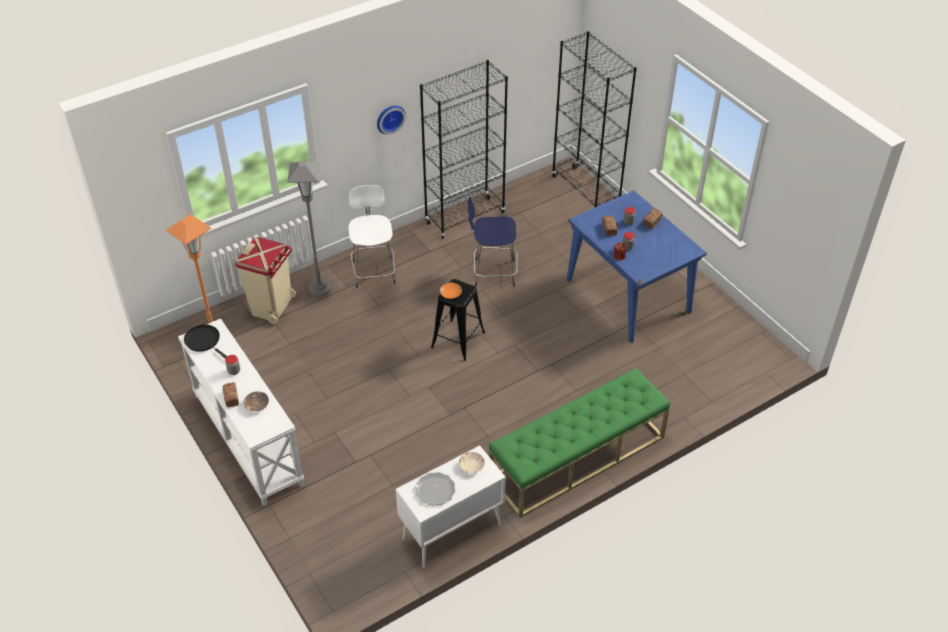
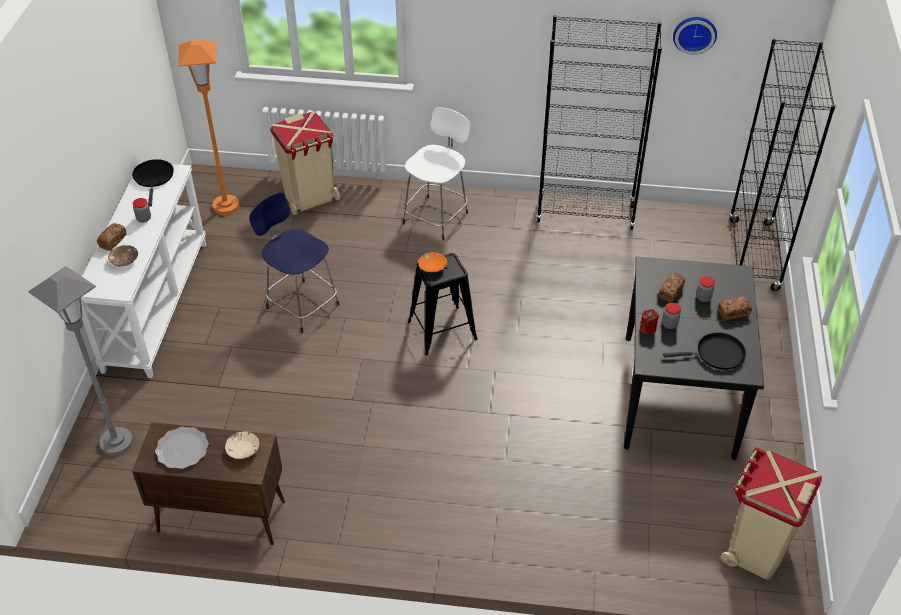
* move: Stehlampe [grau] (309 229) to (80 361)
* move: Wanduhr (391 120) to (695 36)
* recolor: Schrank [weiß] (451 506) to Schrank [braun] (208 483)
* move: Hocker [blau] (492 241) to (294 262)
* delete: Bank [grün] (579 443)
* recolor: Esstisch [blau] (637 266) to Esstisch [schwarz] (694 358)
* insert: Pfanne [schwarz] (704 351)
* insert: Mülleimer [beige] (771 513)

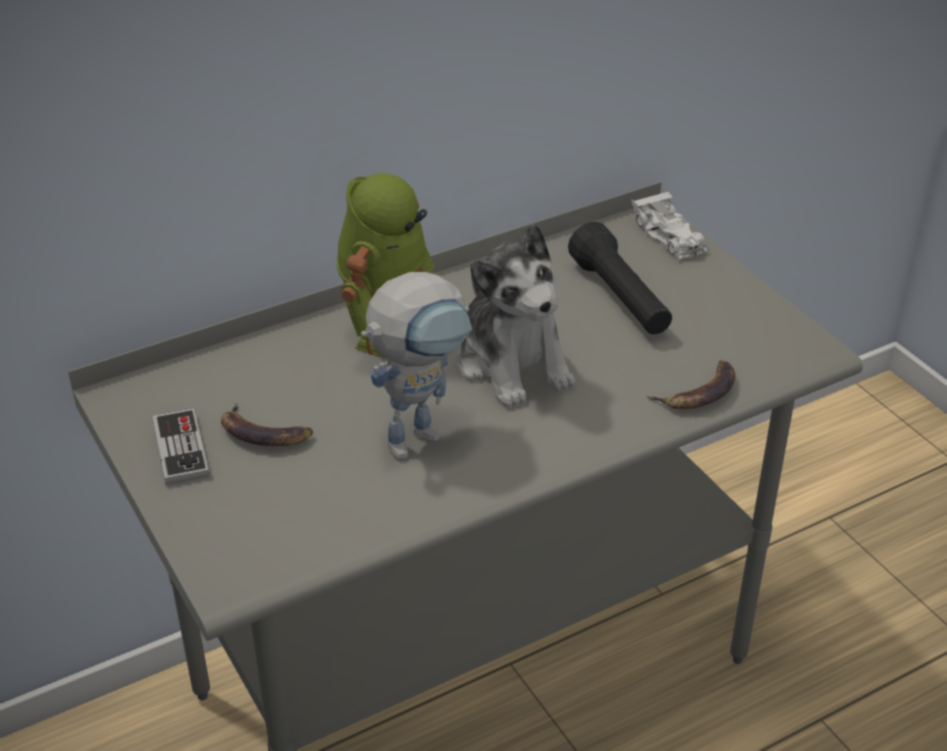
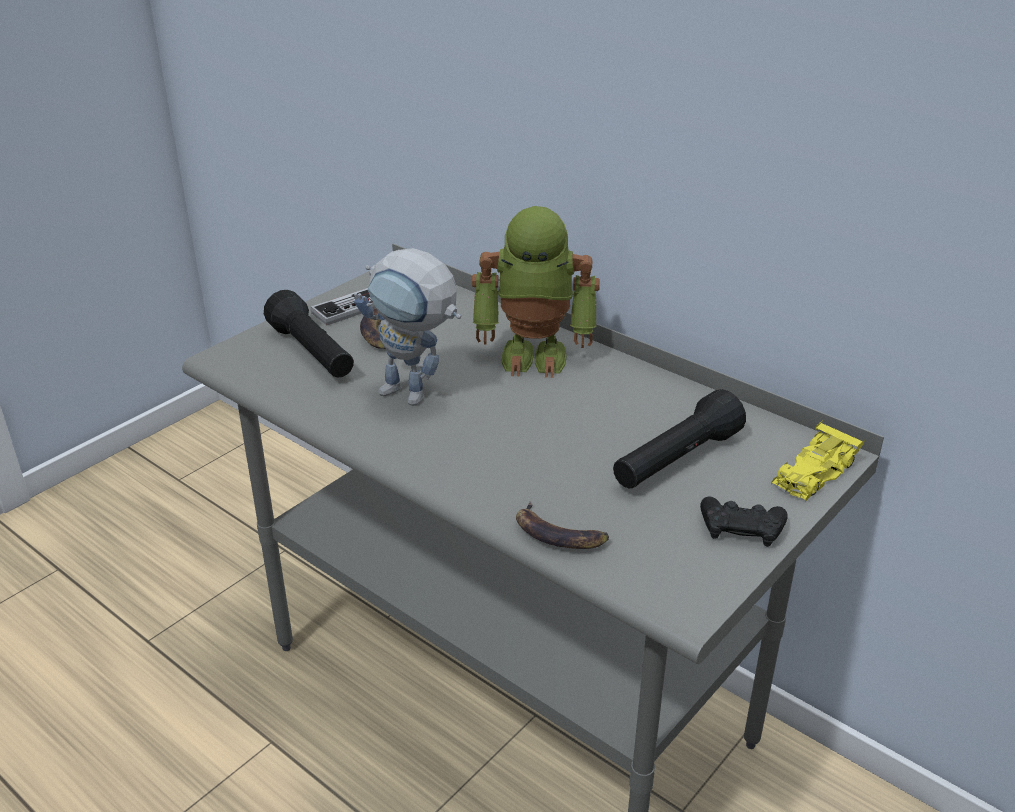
* delete: Plüschtier (516 316)
* recolor: Spielzeugauto [weiß] (670 225) to Spielzeugauto [gelb] (818 461)
* insert: Taschenlampe [schwarz] (309 334)
* insert: Gamepad [schwarz] (744 521)

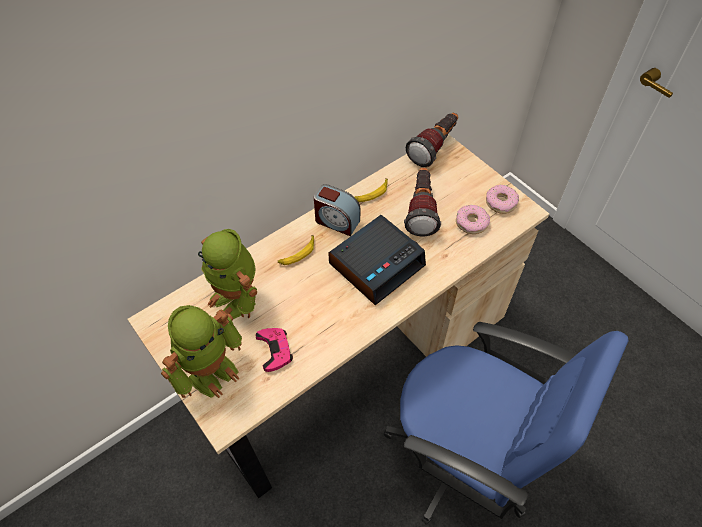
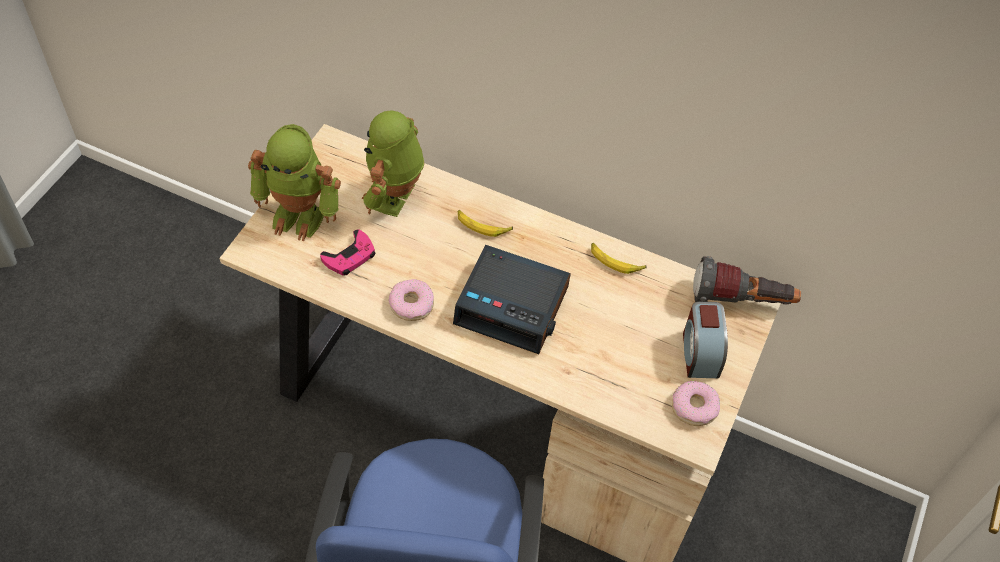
* move: Wecker (337 210) to (705 340)
* delete: Taschenlampe (422 202)
* move: Donut (473 219) to (411 300)

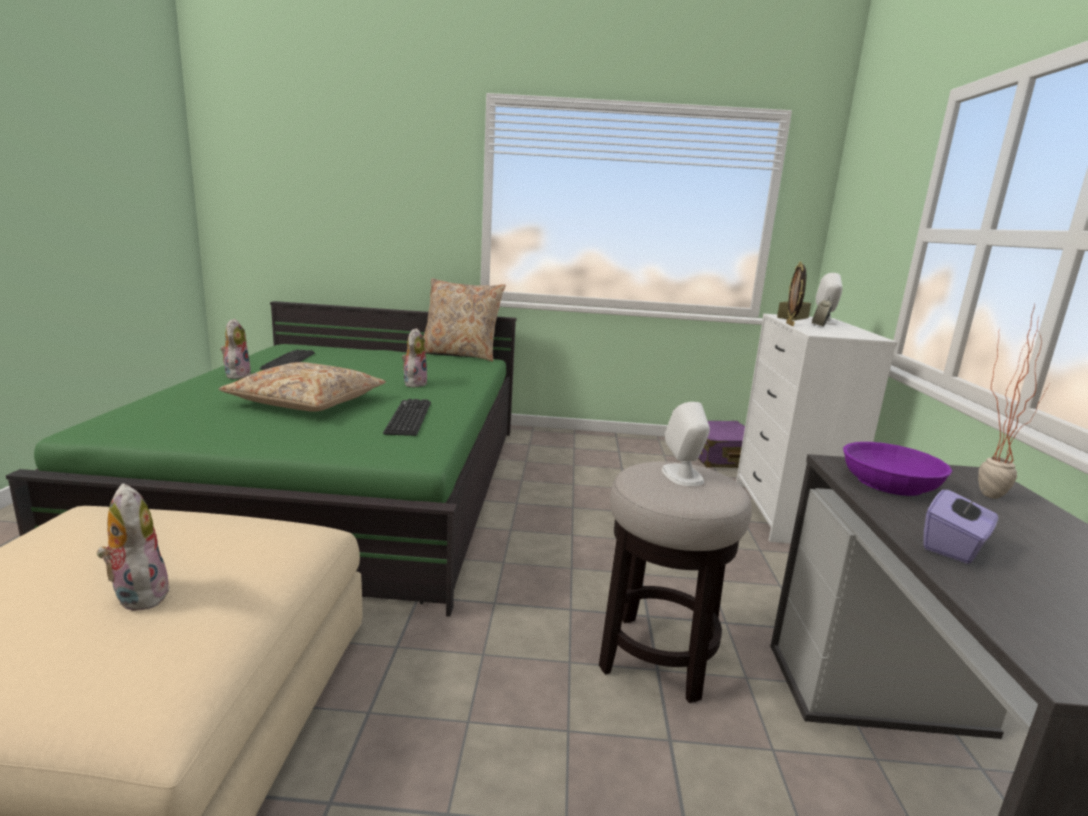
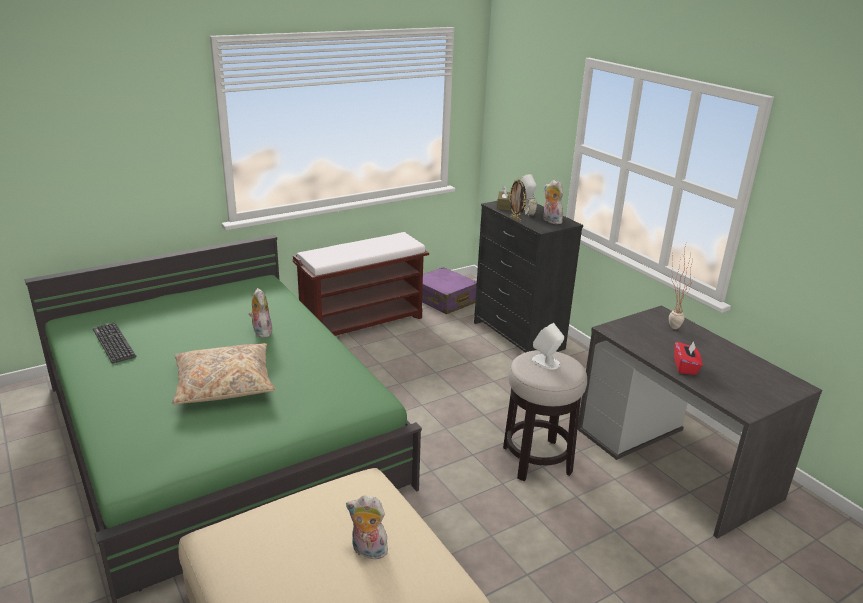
* move: Plüschtier (235 349) to (553 202)
* delete: Tastatur (407 417)
* delete: Kissen [beige] (465 319)
* recolor: Kommode [weiß] (816 429) to Kommode [schwarz] (528 277)
* delete: Schüssel [lila] (897 469)
* recolor: Taschentuchbox [lila] (961 527) to Taschentuchbox [rot] (688 358)
* insert: Bank [braun] (361 284)

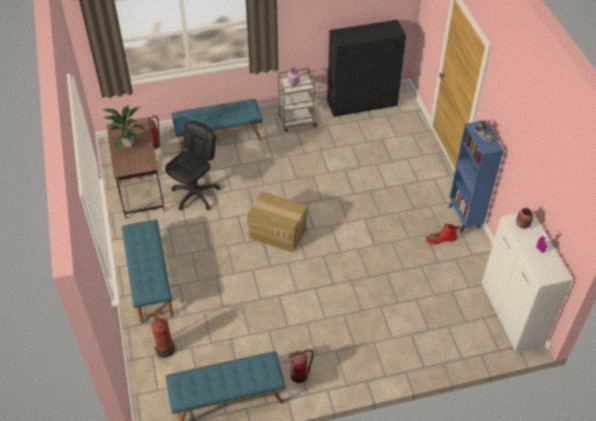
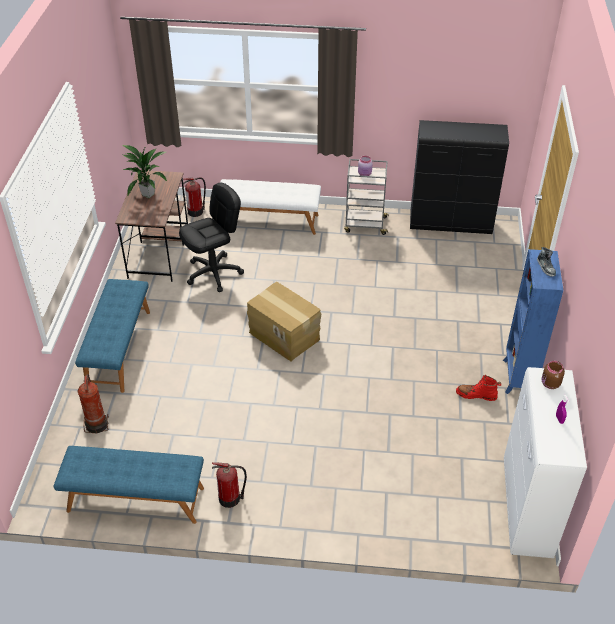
* recolor: Bank [blau] (217 126) to Bank [weiß] (270 207)

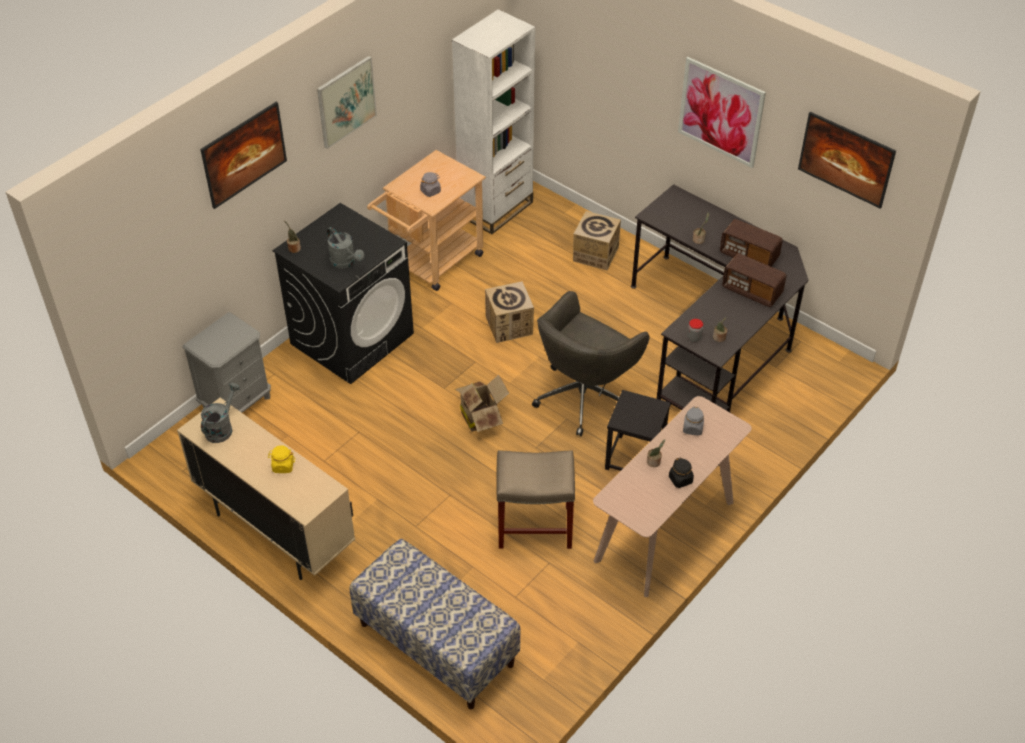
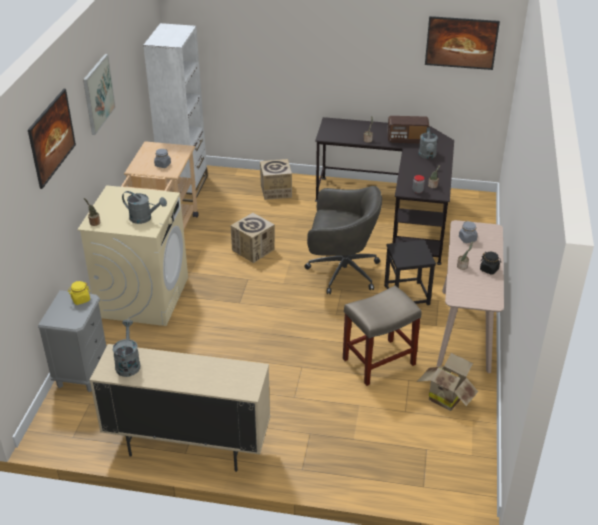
* move: Vorratsglas [gelb] (281 459) to (79 293)
* recolor: Waschmaschine [schwarz] (343 293) to Waschmaschine [beige] (132 255)
* delete: Bank (435 624)
* move: Karton (482 403) to (447 382)
* rotate: Bürostuhl [grau] (591 363) = (343 240) 90 degrees counterclockwise
* delete: Bild (722 112)
* replace: Radio (754 280) to Gießkanne [grau] (428 143)

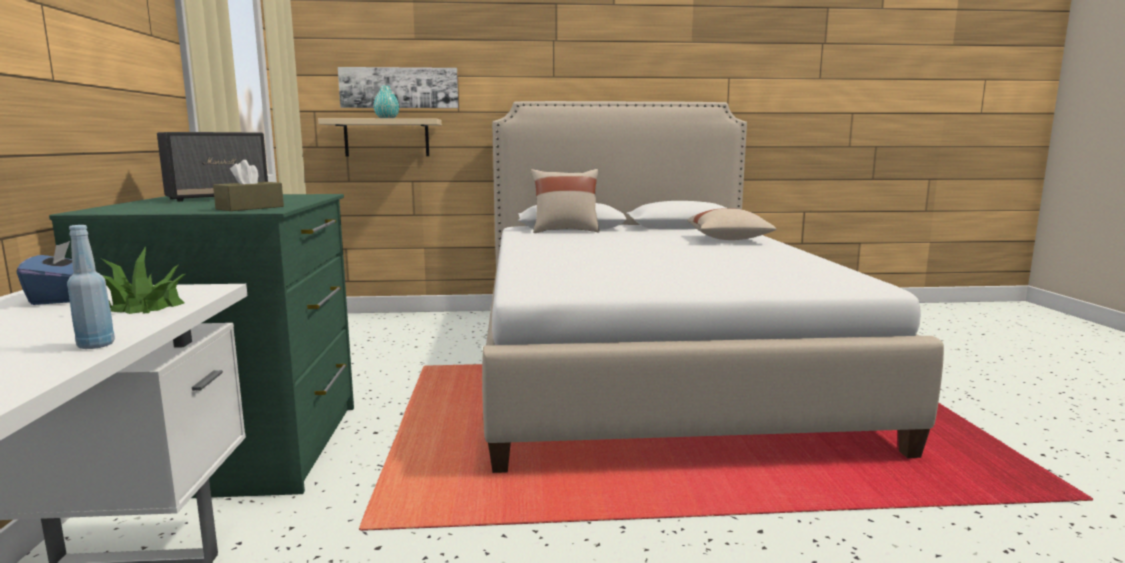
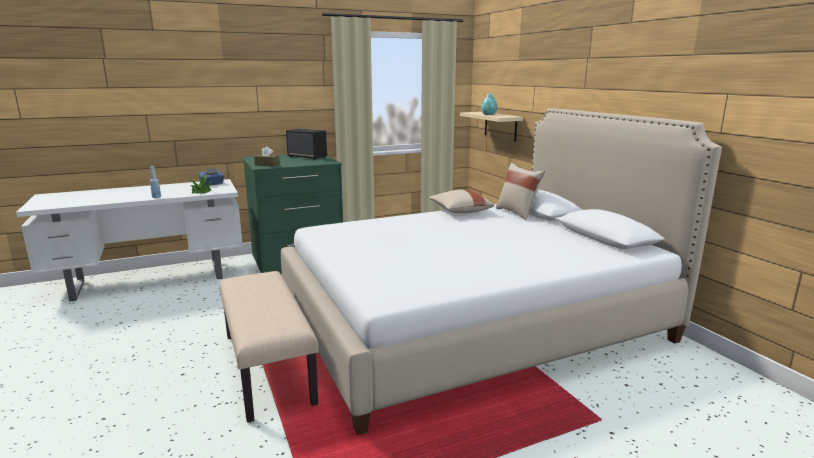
* delete: Bild (398 87)
* move: Kissen [beige] (732 224) to (461 201)
* insert: Bank [beige] (269 347)

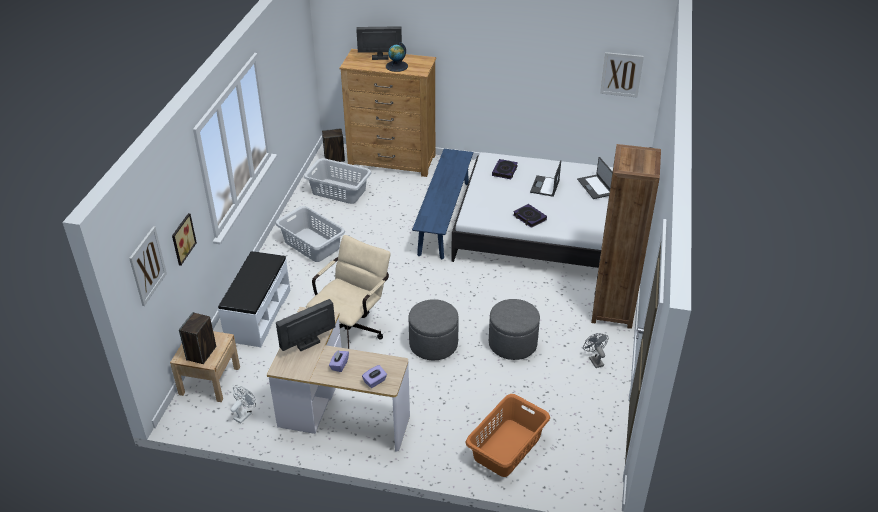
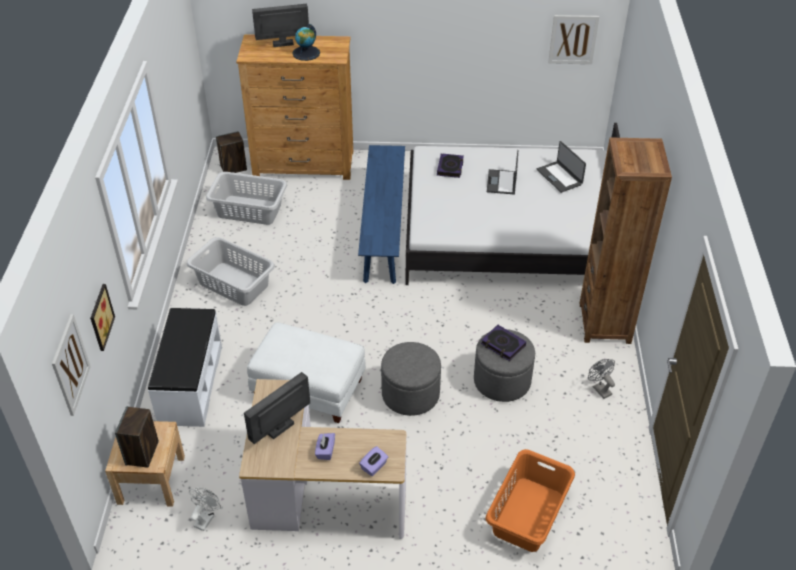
* replace: Bürostuhl [beige] (348 292) to Polsterhocker [weiß] (306 372)
* move: Buch (530 216) to (503 343)

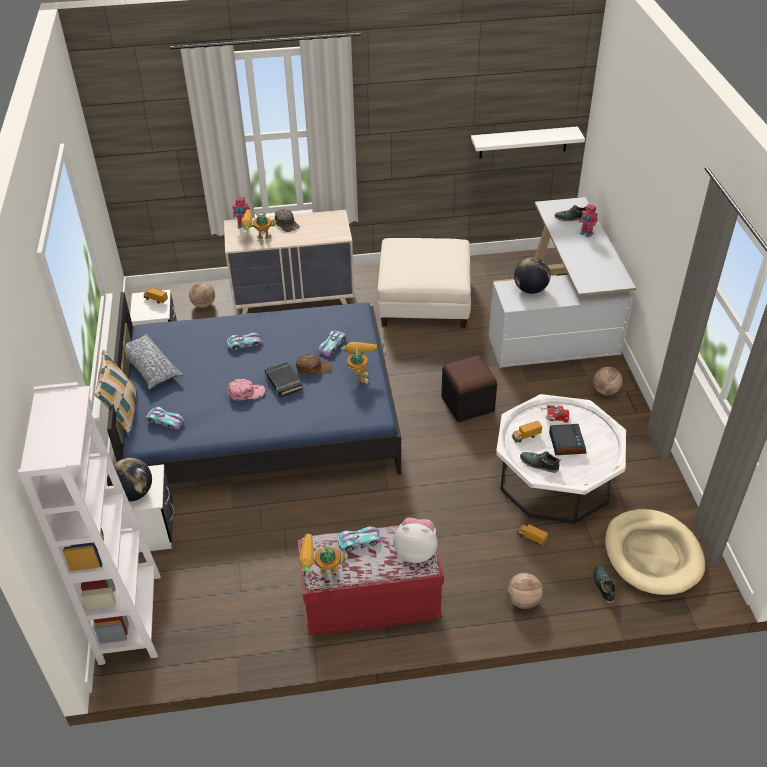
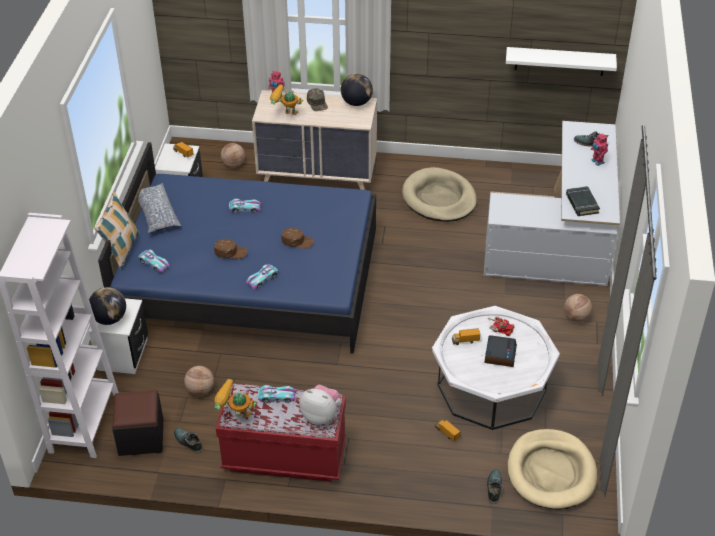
* recolor: Kappe [rosa] (246 390) to Kappe [braun] (230 249)
* move: Buch [schwarz] (284 379) to (583 201)
* move: Spielzeugauto (332 344) to (262 276)
* delete: Spielzeugroboter (359 363)
* replace: Polsterhocker [weiß] (424 283) to Hundebett [beige] (439 194)
* move: Polsterhocker [schwarz] (469 389) to (137 423)
* move: Basketball (525 591) to (199 381)
* move: Globus (532 275) to (357 90)
* move: Schuh (540 462) to (188 440)

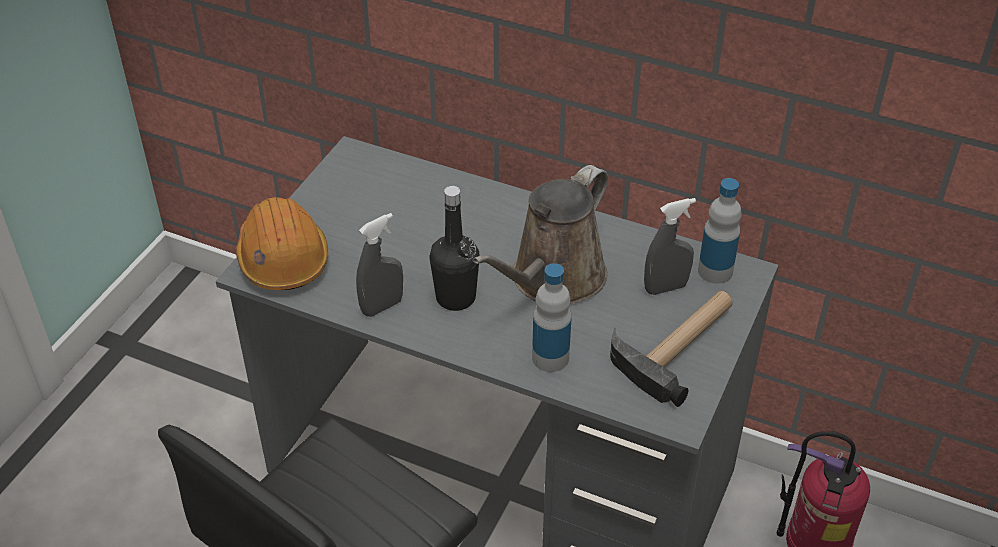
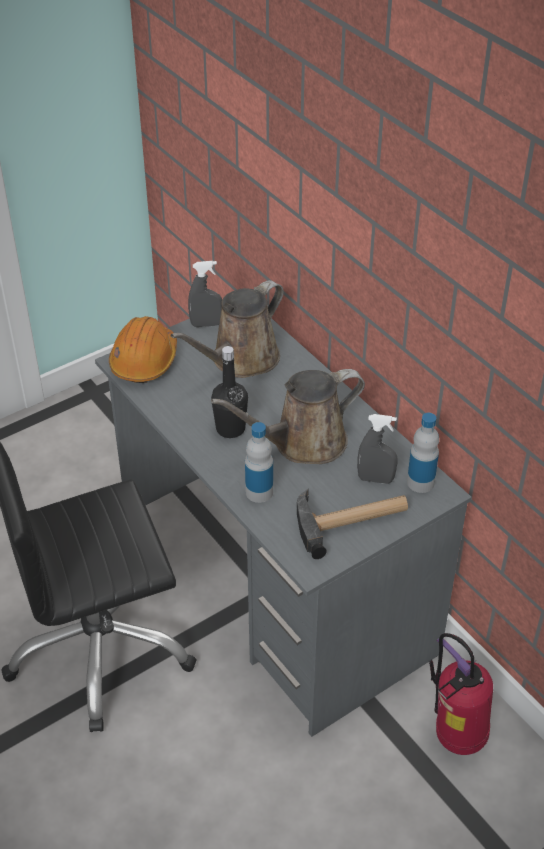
* move: Sprühflasche [grau] (379 265) to (205 294)
* insert: Gießkanne [braun] (227 329)

